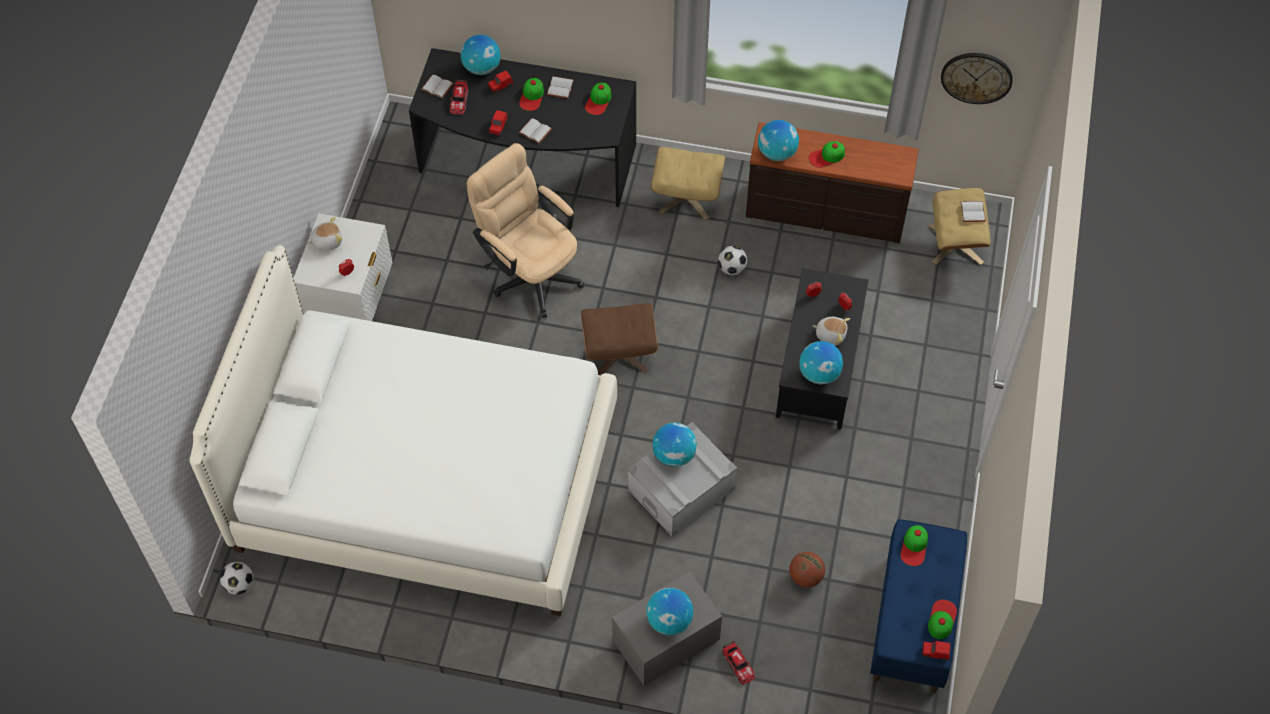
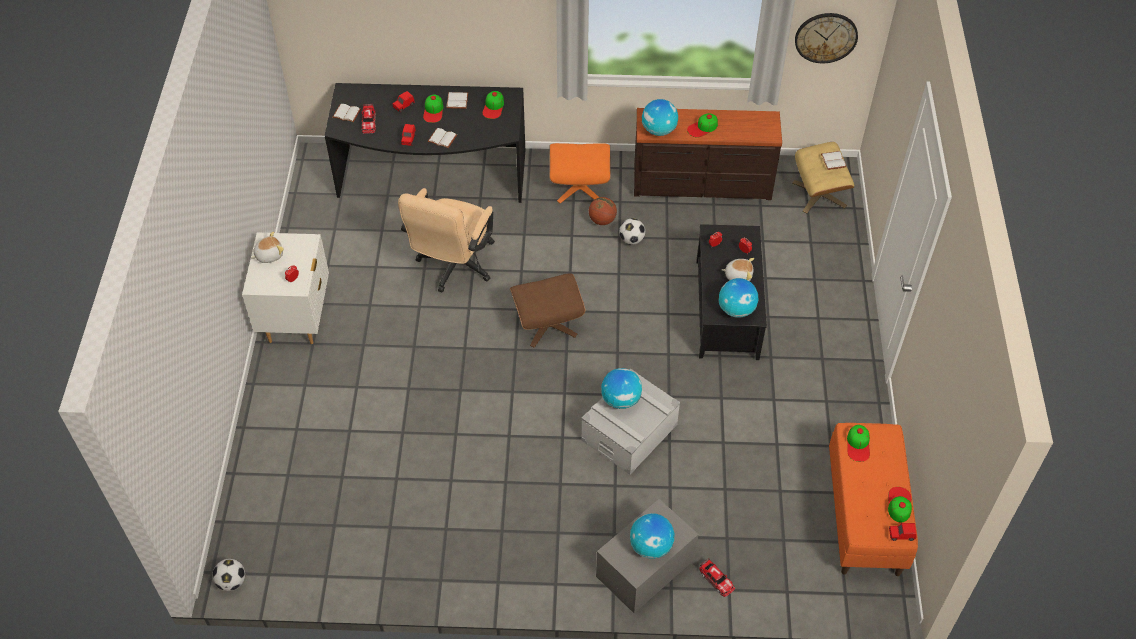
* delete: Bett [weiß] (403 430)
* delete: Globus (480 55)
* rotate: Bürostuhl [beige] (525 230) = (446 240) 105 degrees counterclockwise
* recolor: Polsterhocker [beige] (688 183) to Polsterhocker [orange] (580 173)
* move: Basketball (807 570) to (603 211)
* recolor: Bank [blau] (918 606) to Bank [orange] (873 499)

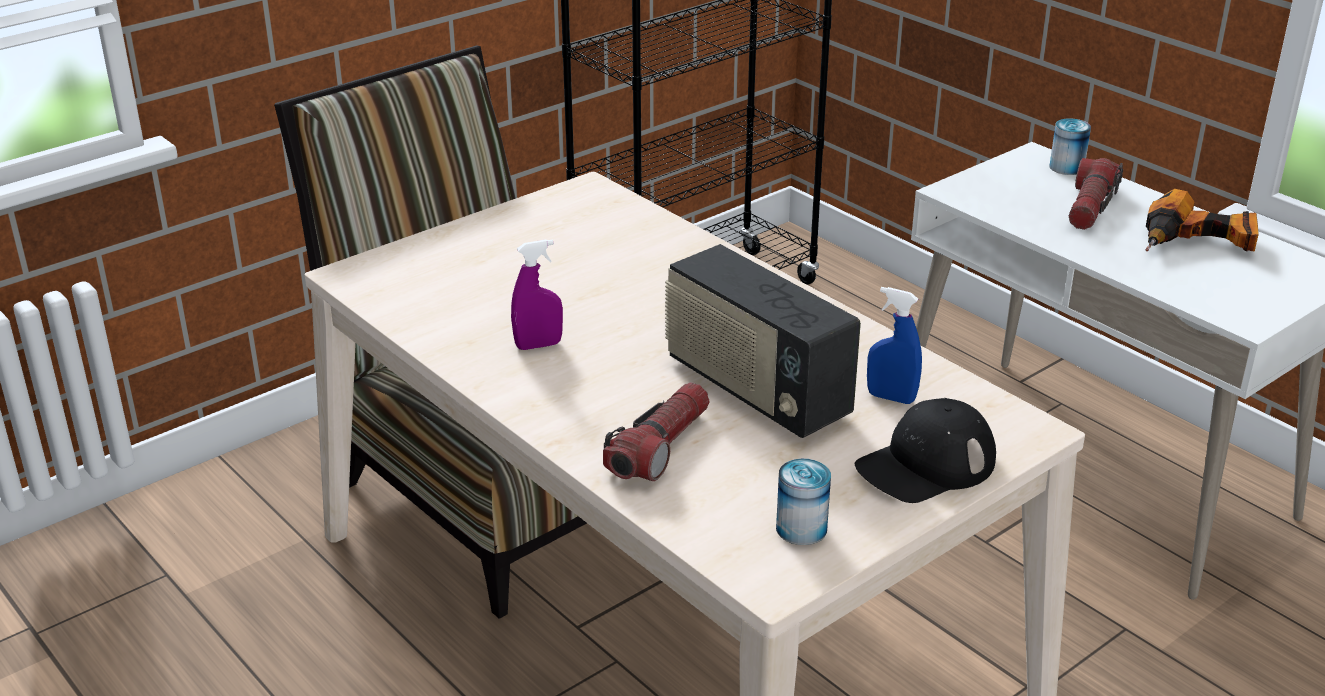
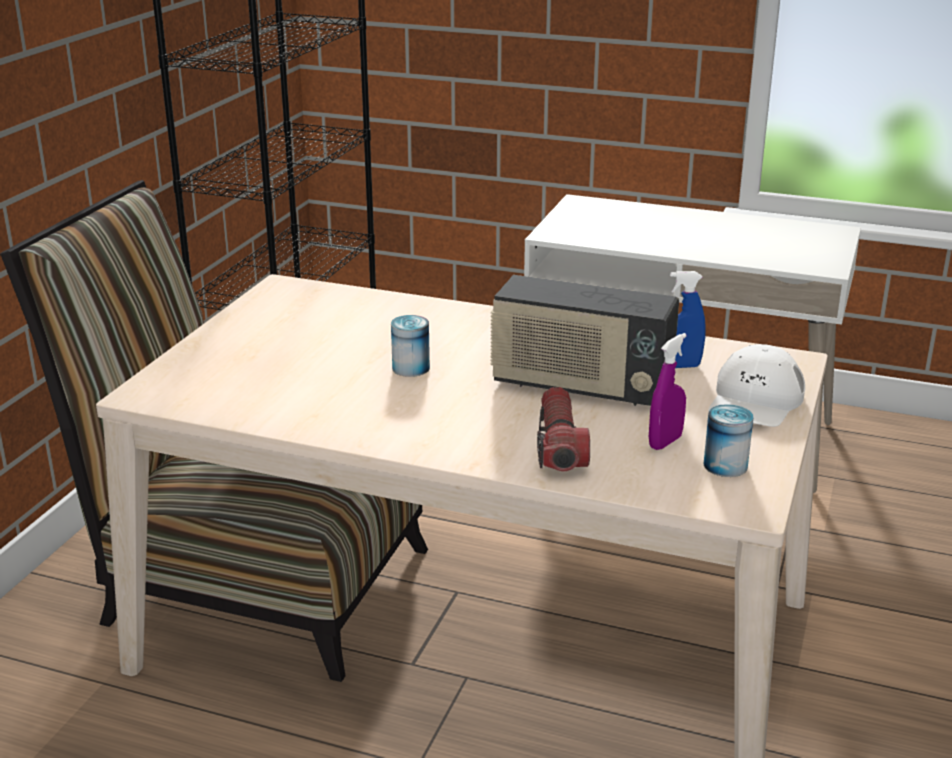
* move: Sprühflasche [lila] (537 294) to (667 391)
* recolor: Kappe [schwarz] (925 450) to Kappe [weiß] (756 385)
* move: Dose (1070 146) to (410 346)
* delete: Taschenlampe (1096 194)
* delete: Bohrmaschine (1202 220)

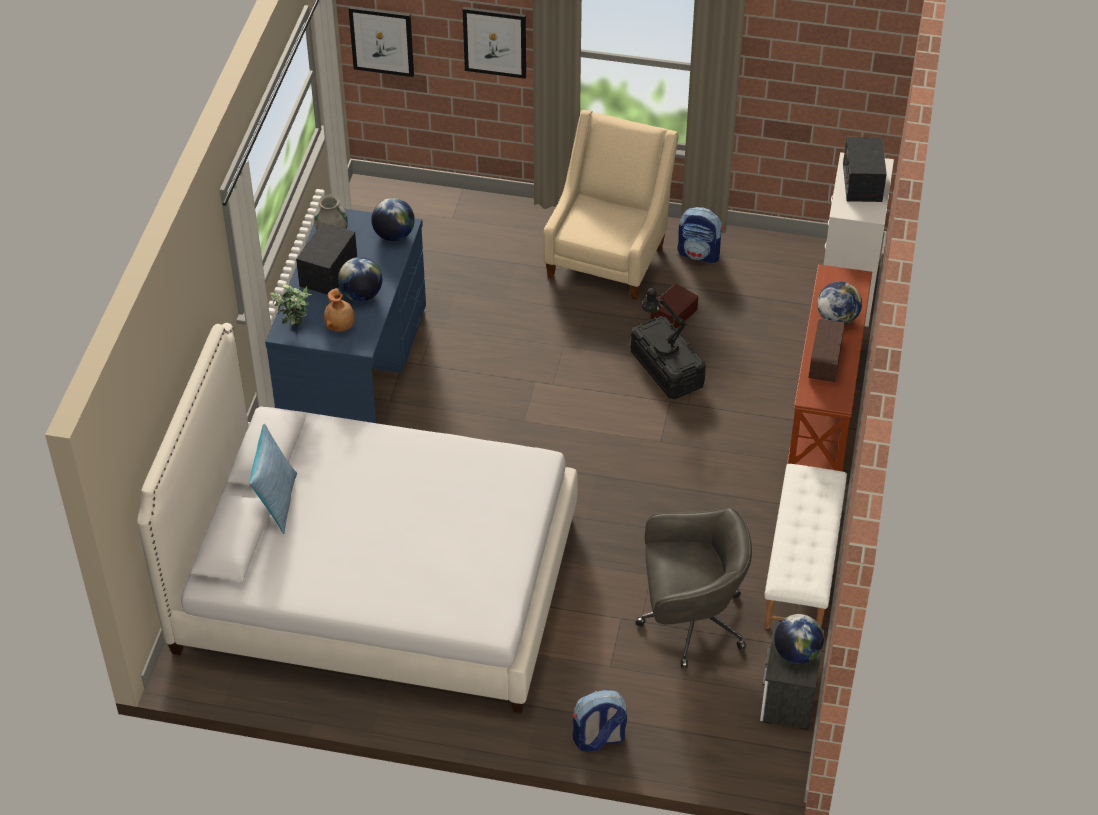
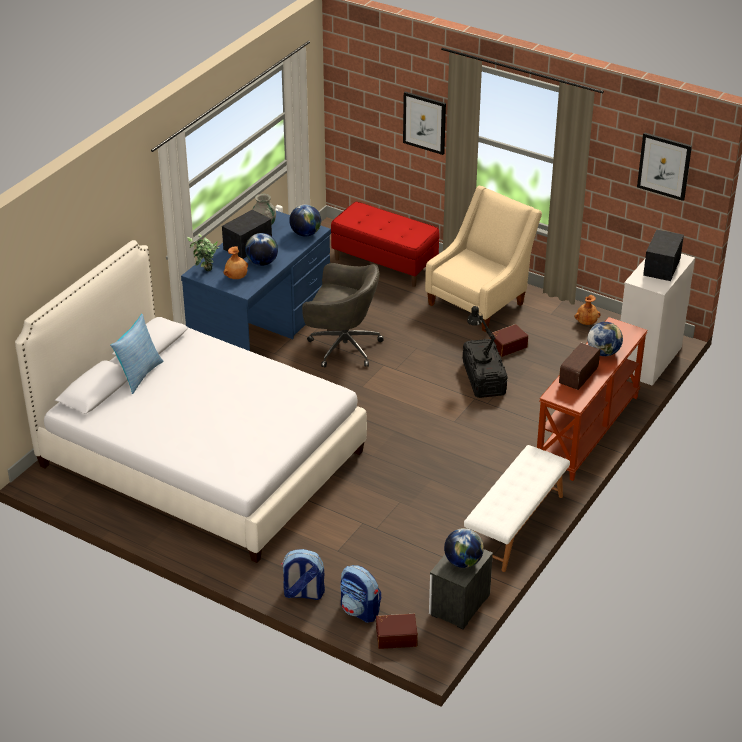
* move: Bild (381 41) to (664 166)
* move: Bürostuhl [grau] (693 588) to (343 315)
* move: Rucksack (700 235) to (360 594)
* insert: Bank [rot] (385 244)
* insert: Aufbewahrungsbox [braun] (397 631)
* insert: Vase [braun] (587 310)

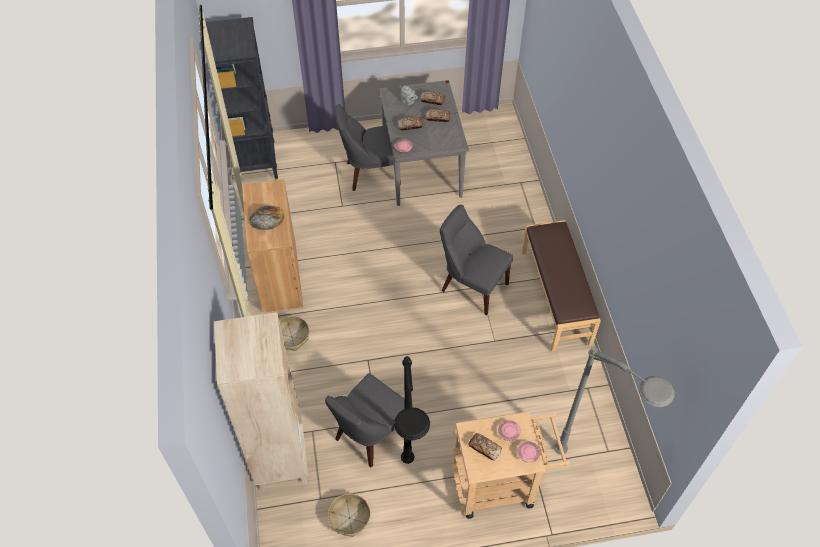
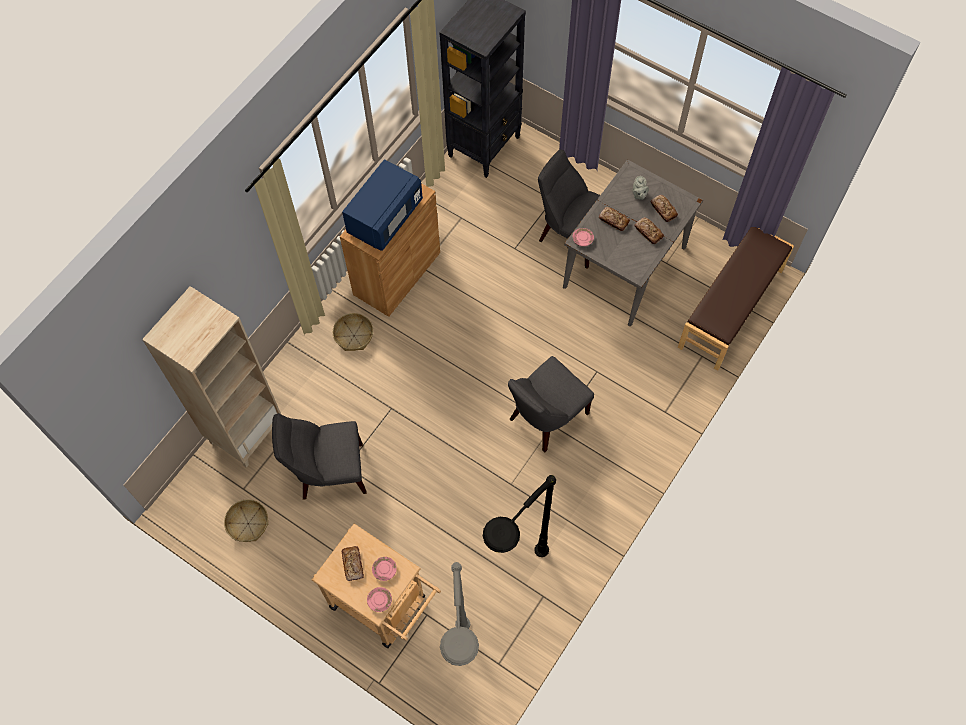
* replace: Brot (266 217) to Mikrowelle [blau] (382 205)
* move: Stehlampe [schwarz] (412 410) to (519 516)
* rotate: Stuhl [grau] (476 260) = (551 404) 120 degrees counterclockwise
* move: Bank [braun] (561 286) to (736 299)

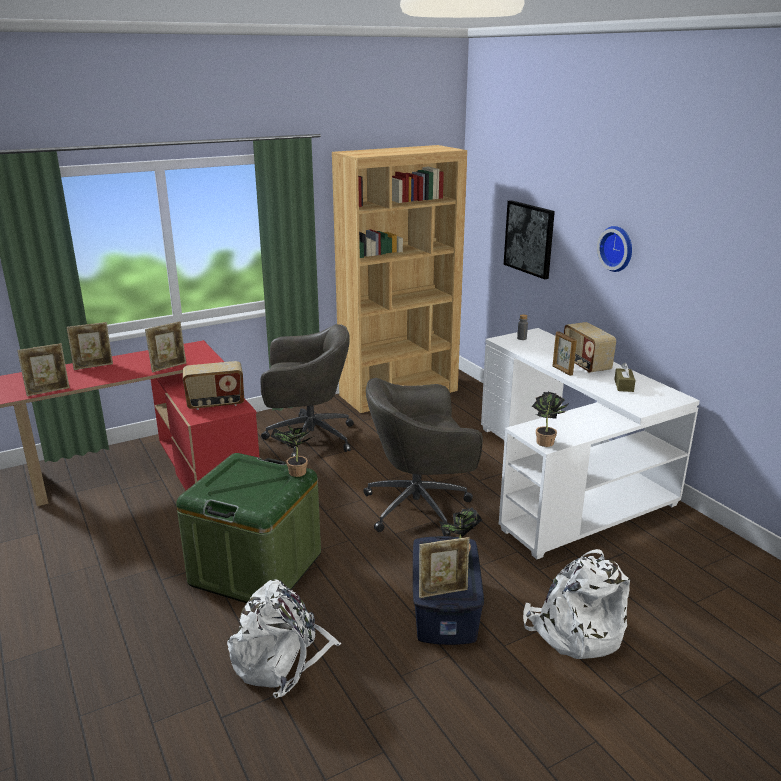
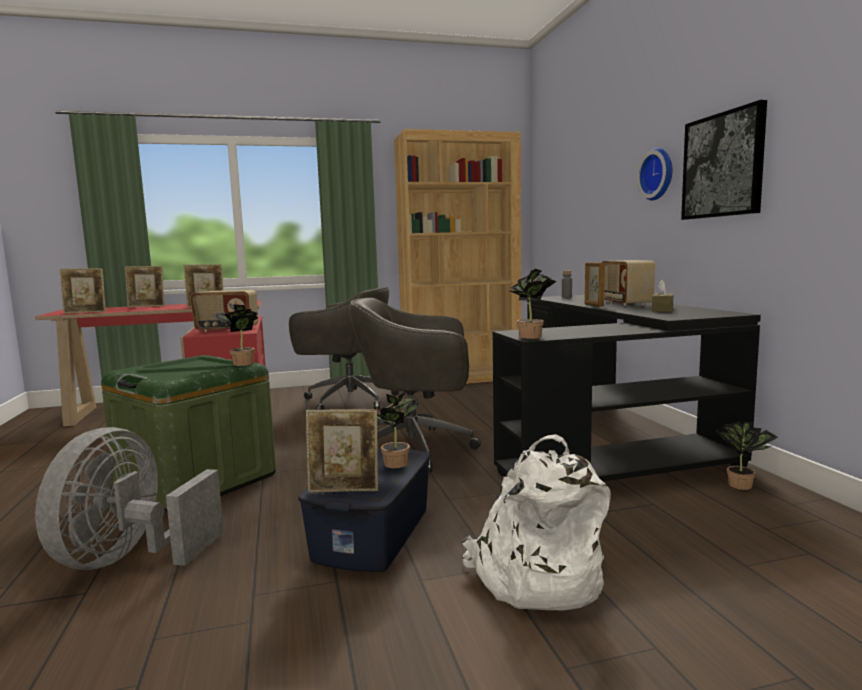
* replace: Rucksack [weiß] (284 639) to Ventilator [grau] (129 498)
* recolor: Schreibtisch [weiß] (590 443) to Schreibtisch [schwarz] (626 388)
* move: Bild (529 239) to (724 160)
* insert: Topfpflanze (746 455)

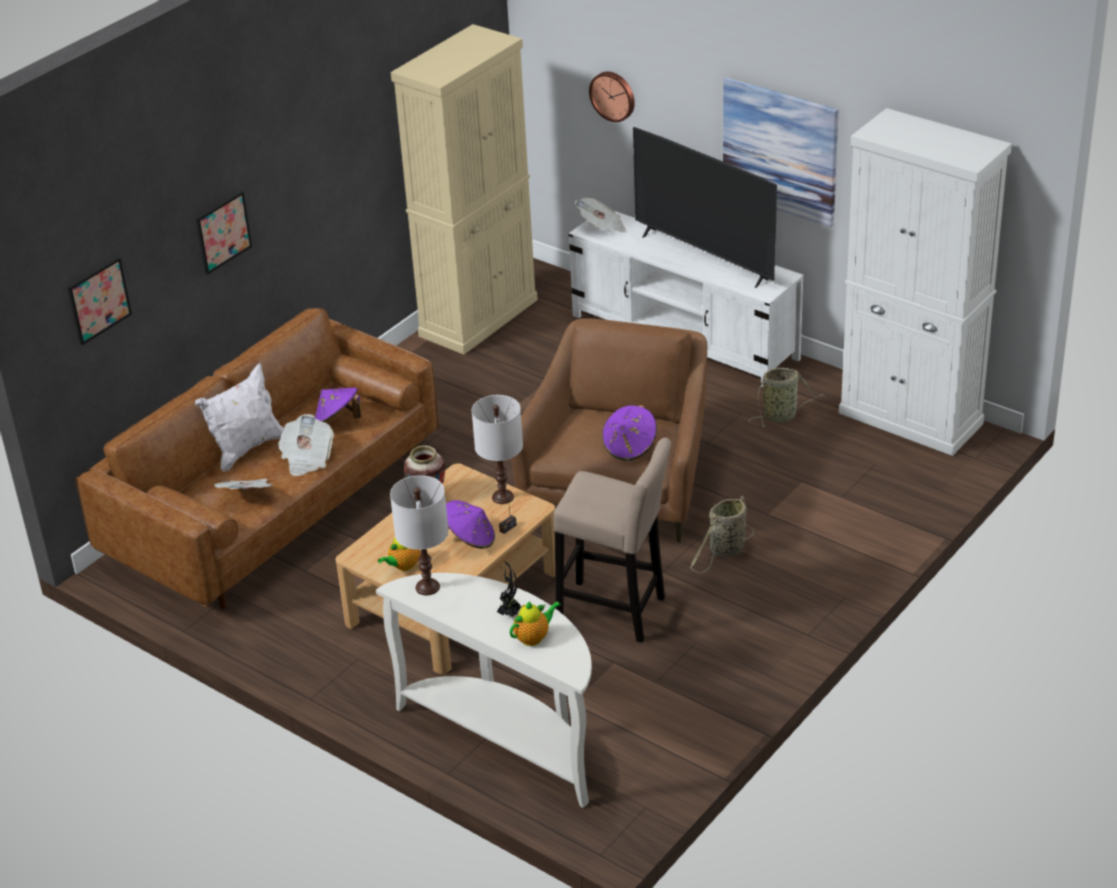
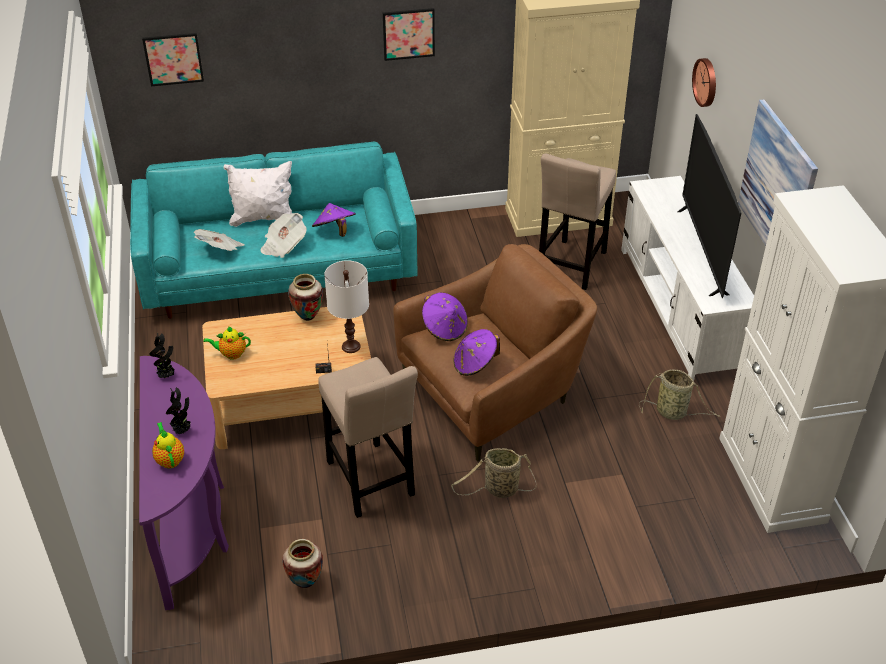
* recolor: Sofa [braun] (257 458) to Sofa [türkis] (273 230)
* move: Bild (224 233) to (409 34)
* recolor: Konsolentisch [weiß] (484 690) to Konsolentisch [lila] (184 483)
* replace: Tischlampe [weiß] (419 535) to Topfpflanze (162 355)
* move: Hut [lila] (470 524) to (445 317)
* rotate: Teekanne (535 623) = (168 445) 120 degrees counterclockwise
* delete: Zeitung (601 215)
* insert: Vase (302 563)
* insert: Hocker [beige] (577 221)

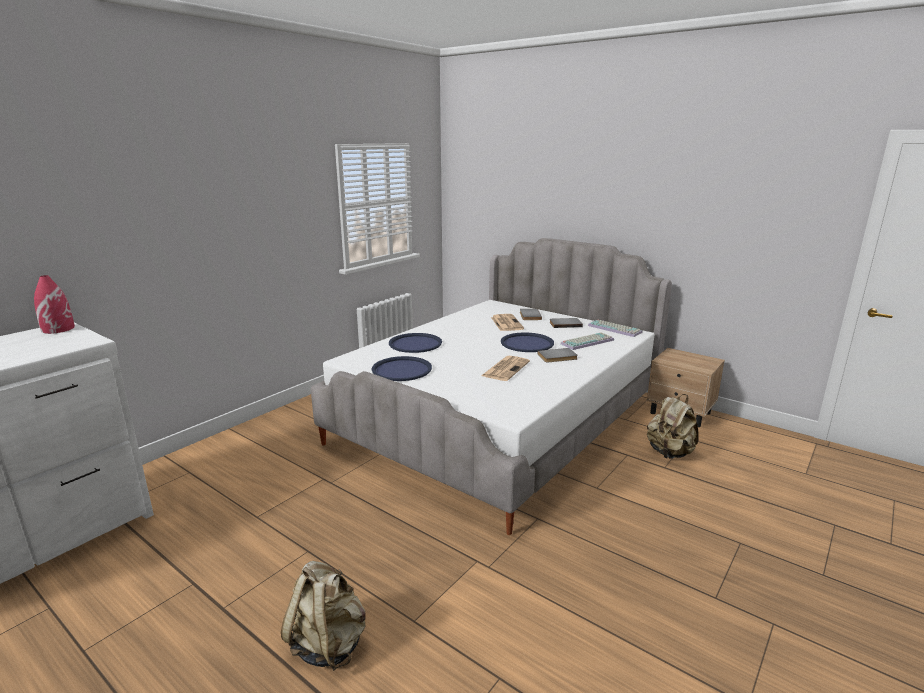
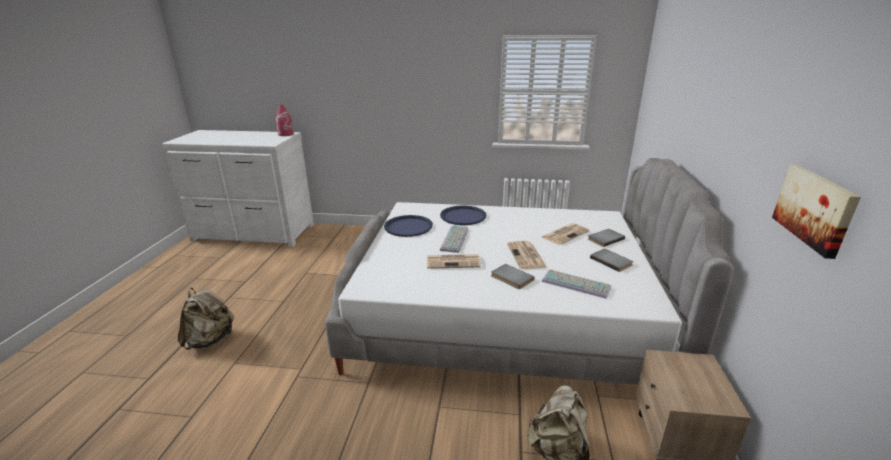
* replace: Tablett [blau] (527 342) to Zeitung (526 255)
* move: Tastatur (615 328) to (454 239)
* insert: Bild (816 212)

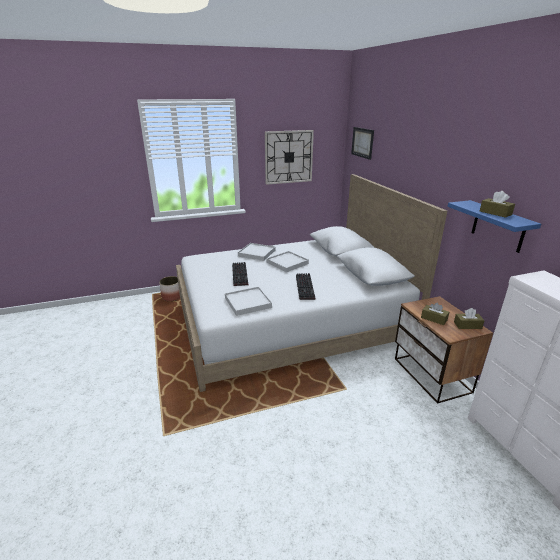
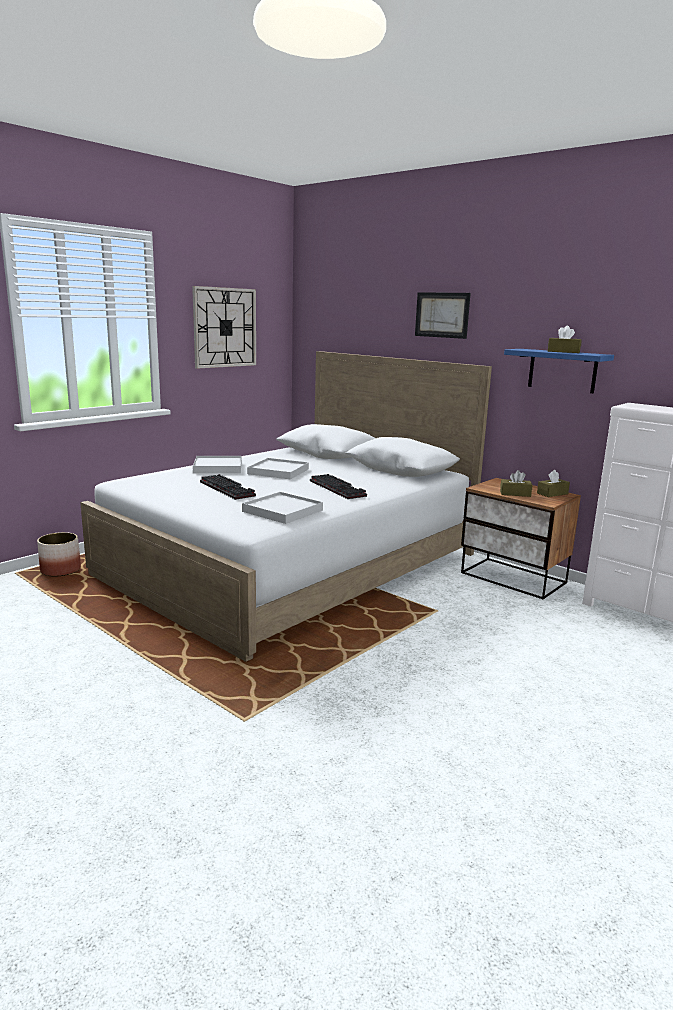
* move: Bild (362 143) to (443 315)

